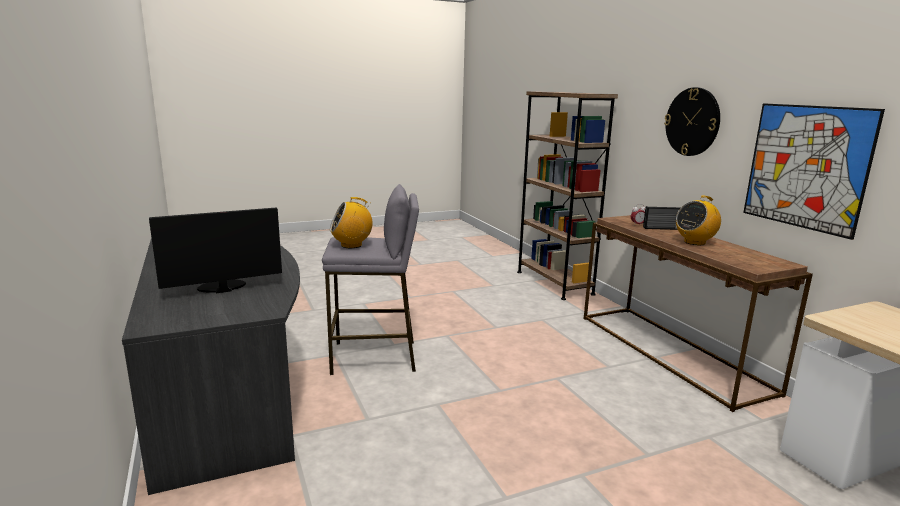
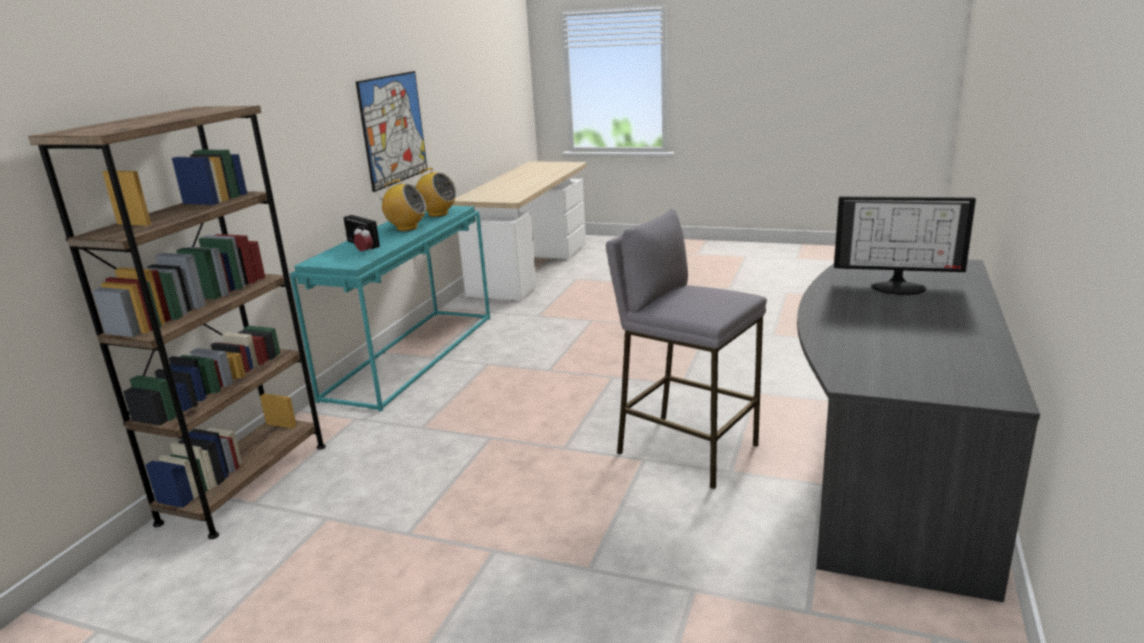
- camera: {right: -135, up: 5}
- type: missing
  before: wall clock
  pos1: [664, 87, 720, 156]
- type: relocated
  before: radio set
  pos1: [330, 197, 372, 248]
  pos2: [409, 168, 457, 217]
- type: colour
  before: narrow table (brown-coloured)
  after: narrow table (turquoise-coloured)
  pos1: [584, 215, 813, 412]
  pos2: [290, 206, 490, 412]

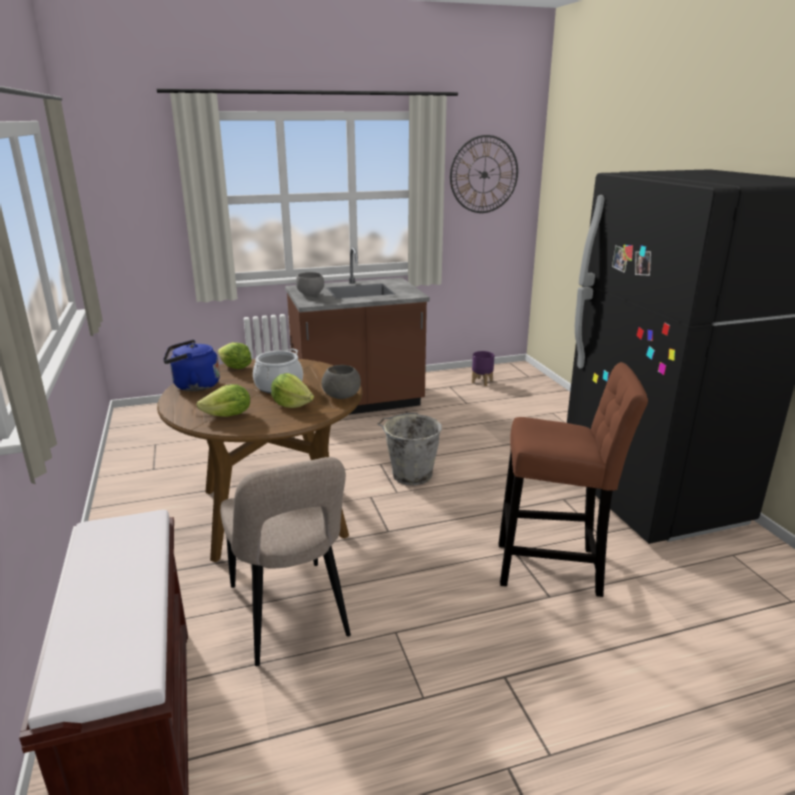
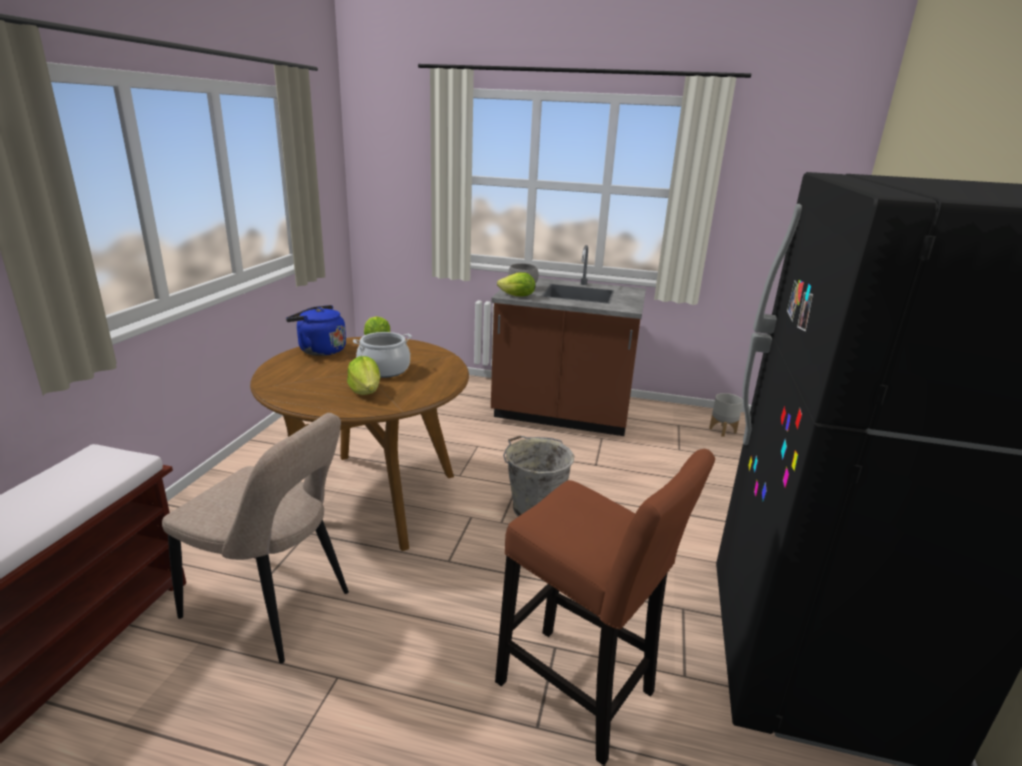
- camera: {right: 30, up: 0}
- type: missing
  before: bowl (grey)
  pos1: [322, 365, 361, 399]
- type: missing
  before: wall clock
  pos1: [450, 135, 518, 213]
- type: relocated
  before: lettuce
  pos1: [197, 384, 250, 417]
  pos2: [497, 272, 536, 296]
- type: colour
  before: planter (purple)
  after: planter (grey)
  pos1: [472, 351, 495, 386]
  pos2: [709, 393, 743, 437]
- type: spun
  before: chair (beige)
  pos1: [220, 457, 351, 666]
  pos2: [162, 413, 349, 664]
  turn: -75

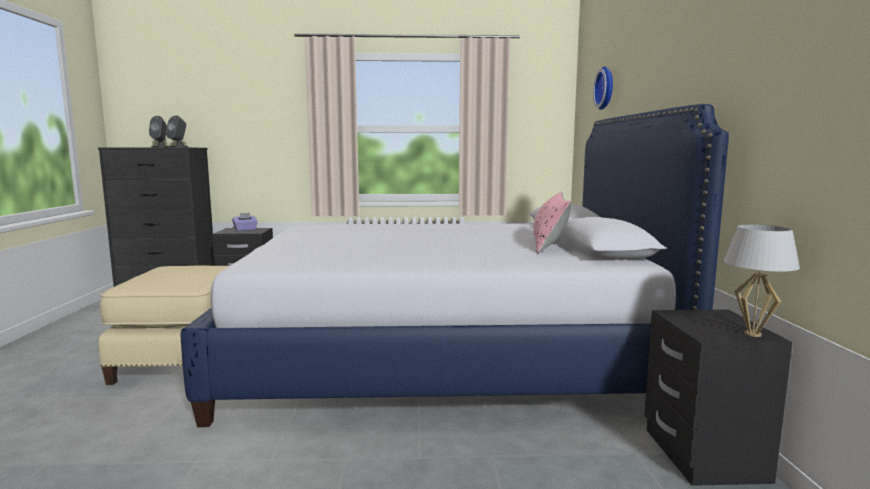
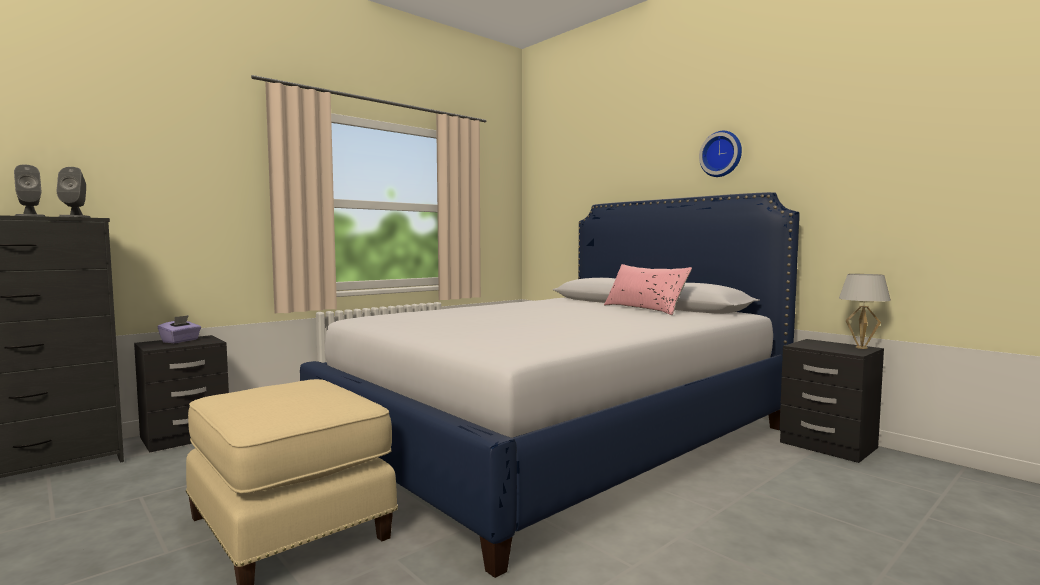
- camera: {right: -40, up: -5}
- type: relocated
  before: wall clock
  pos1: [593, 67, 613, 110]
  pos2: [699, 131, 742, 177]

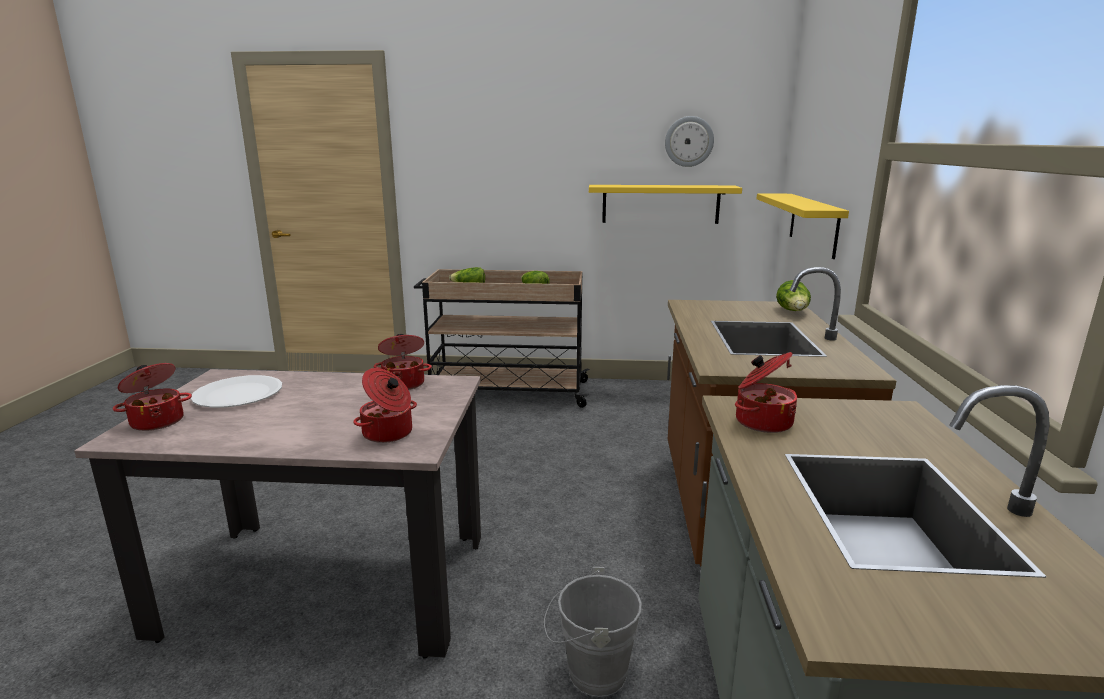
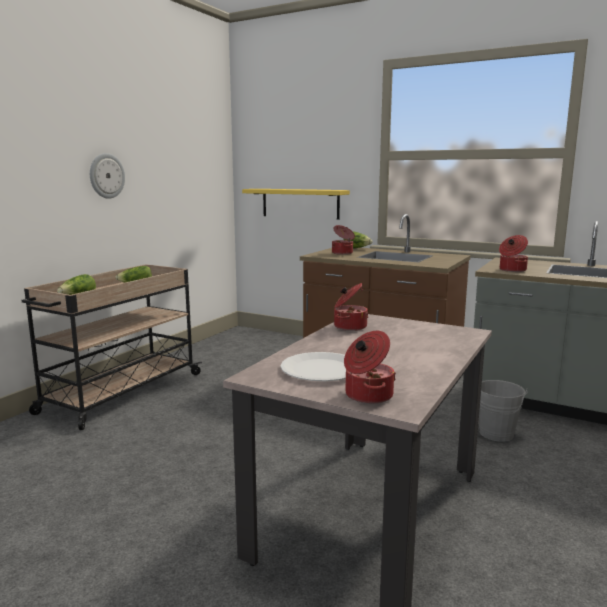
- camera: {right: -65, up: -5}
- type: missing
  before: bracket shelf (yellow)
  pos1: [589, 185, 742, 224]
- type: relocated
  before: cooking pot
  pos1: [353, 368, 417, 443]
  pos2: [332, 225, 355, 255]
- type: relocated
  before: wall clock
  pos1: [665, 116, 714, 167]
  pos2: [90, 153, 125, 199]

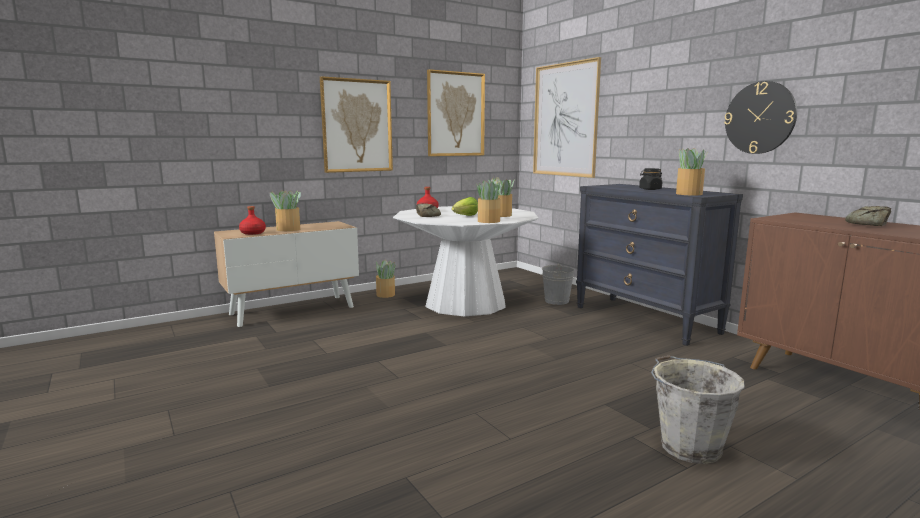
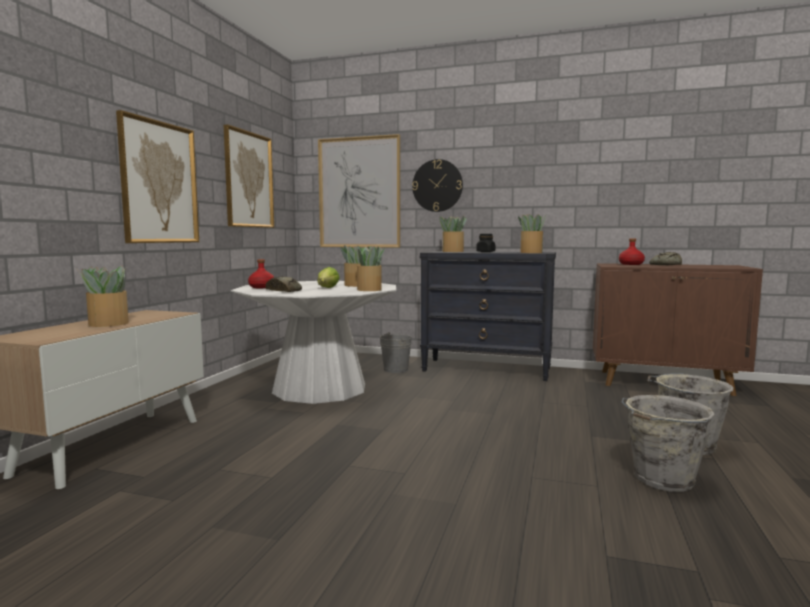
- camera: {right: -40, up: -5}
- type: appeared
  after: pail (grey)
  pos2: [622, 395, 715, 492]
- type: relocated
  before: bottle (red)
  pos1: [239, 206, 266, 235]
  pos2: [619, 239, 645, 265]
- type: relocated
  before: houseplant
  pos1: [376, 260, 396, 298]
  pos2: [439, 216, 467, 252]
- type: relocated
  before: wall clock
  pos1: [724, 81, 797, 154]
  pos2: [412, 159, 463, 212]

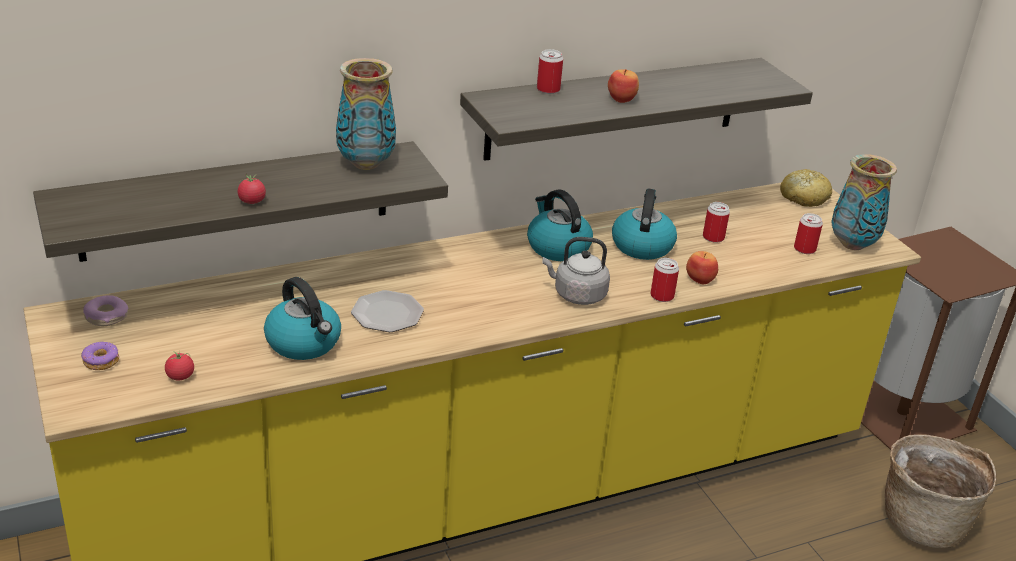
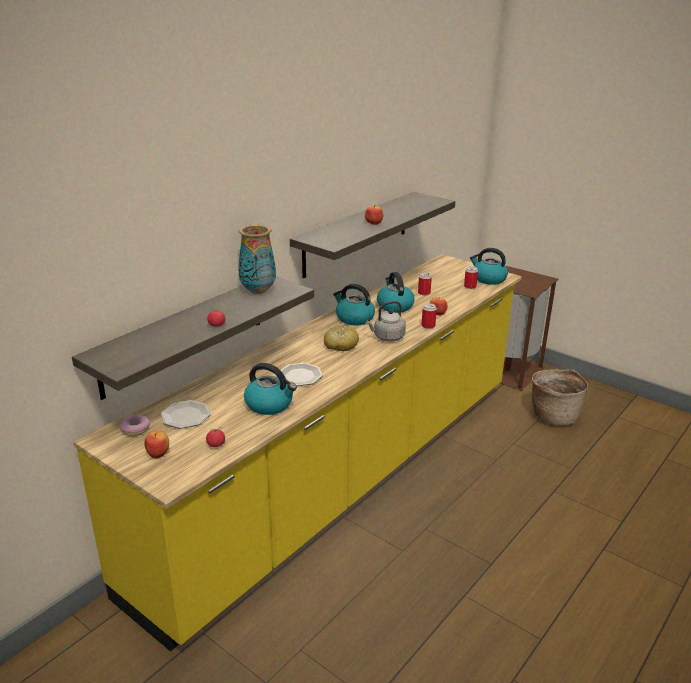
- camera: {right: -25, up: -5}
- type: missing
  before: can
  pos1: [537, 49, 563, 94]
- type: appeared
  after: dinner plate
  pos2: [161, 400, 211, 429]
- type: relocated
  before: bread
  pos1: [780, 169, 832, 207]
  pos2: [324, 325, 359, 351]
- type: exchanged
  before: donut
  after: whole apple
  pos1: [81, 341, 119, 370]
  pos2: [144, 431, 169, 458]
- type: exchanged
  before: decorative vase
  after: kettle
  pos1: [831, 154, 897, 250]
  pos2: [470, 248, 508, 285]

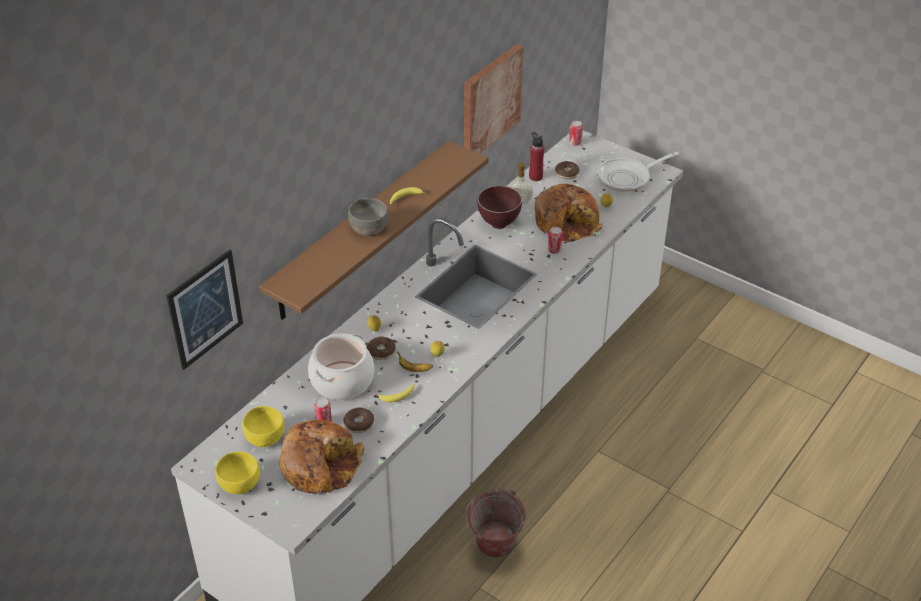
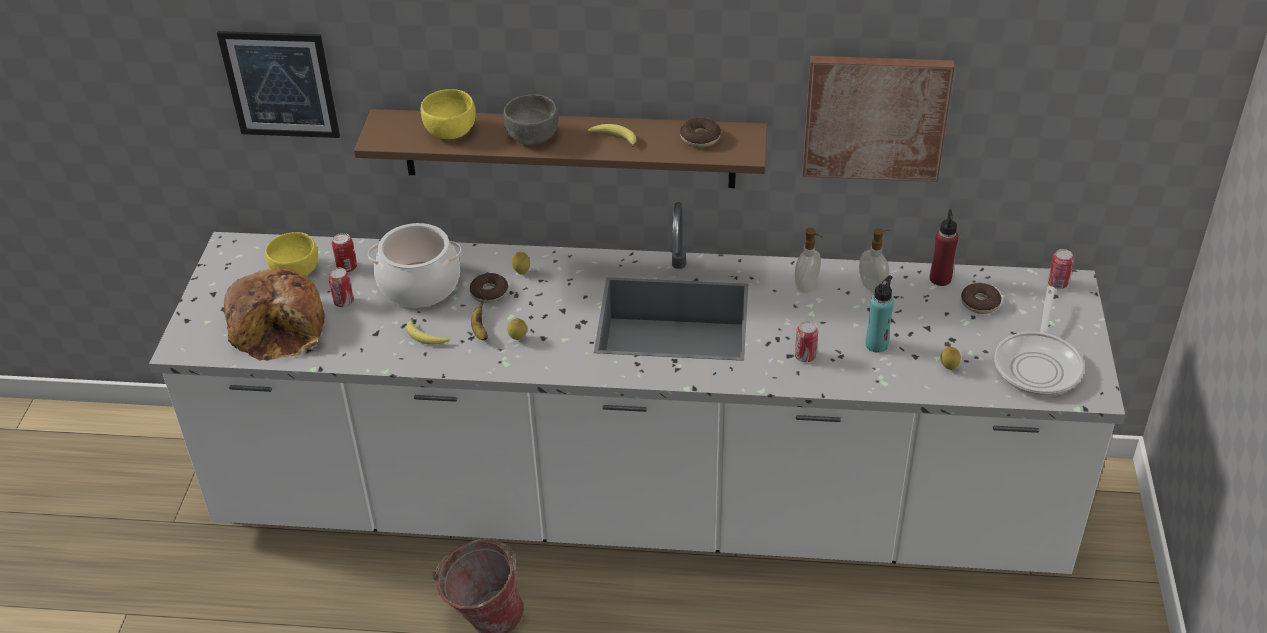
- camera: {right: 60, up: 0}
- type: appeared
  after: can
  pos2: [332, 233, 357, 272]
- type: relocated
  before: bowl (yellow)
  pos1: [215, 451, 260, 494]
  pos2: [421, 89, 476, 139]
- type: relocated
  before: donut
  pos1: [343, 407, 374, 433]
  pos2: [680, 118, 721, 147]
- type: exchanged
  before: bowl (brown-coloured)
  after: liquid soap bottle
  pos1: [477, 186, 522, 229]
  pos2: [795, 228, 823, 293]
- type: exchanged
  before: bread
  after: bottle (turquoise-coloured)
  pos1: [535, 184, 604, 242]
  pos2: [866, 275, 894, 353]
- type: spun
  before: frying pan
  pos1: [598, 152, 679, 192]
  pos2: [995, 286, 1084, 396]
  turn: -105

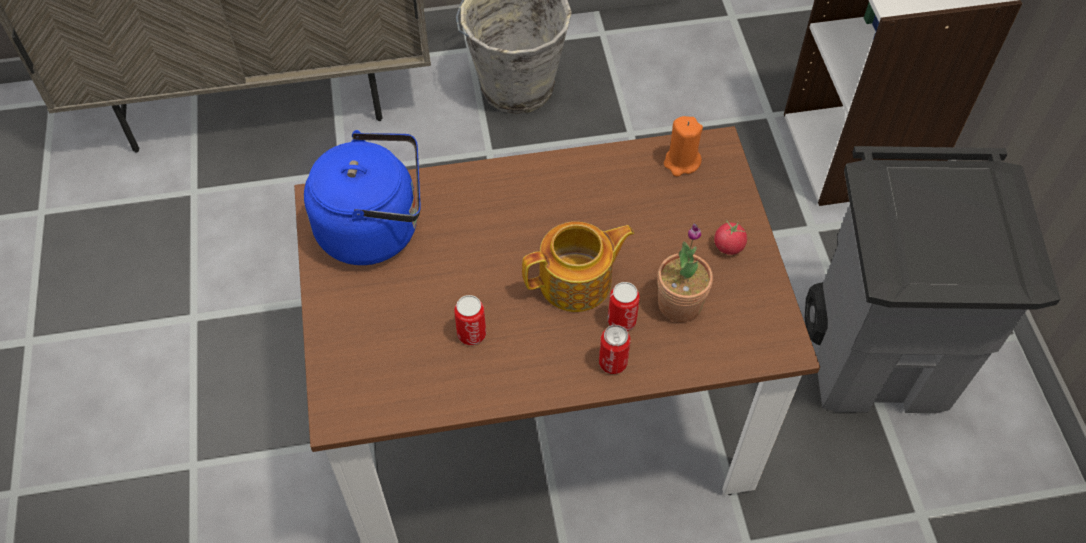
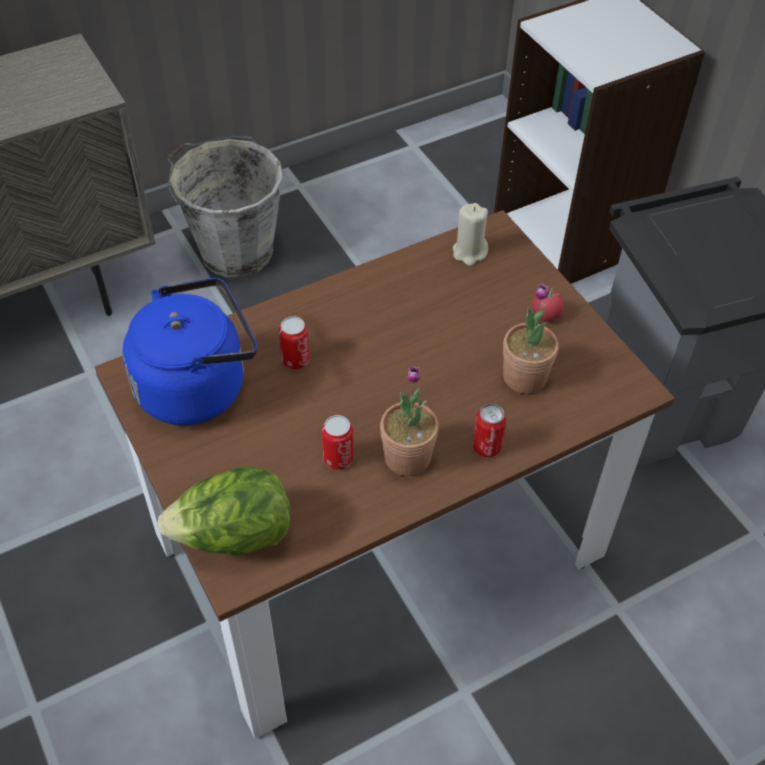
- camera: {right: -20, up: -5}
- type: missing
  before: tea pot
  pos1: [522, 222, 634, 312]
- type: appeared
  after: lettuce
  pos2: [157, 466, 290, 555]
- type: appeared
  after: houseplant
  pos2: [380, 366, 439, 476]
- type: relocated
  before: can
  pos1: [608, 282, 640, 331]
  pos2: [279, 316, 310, 370]
- type: colour
  before: wax light (orange-coloured)
  after: wax light (beige)
  pos1: [664, 116, 703, 177]
  pos2: [453, 203, 488, 266]

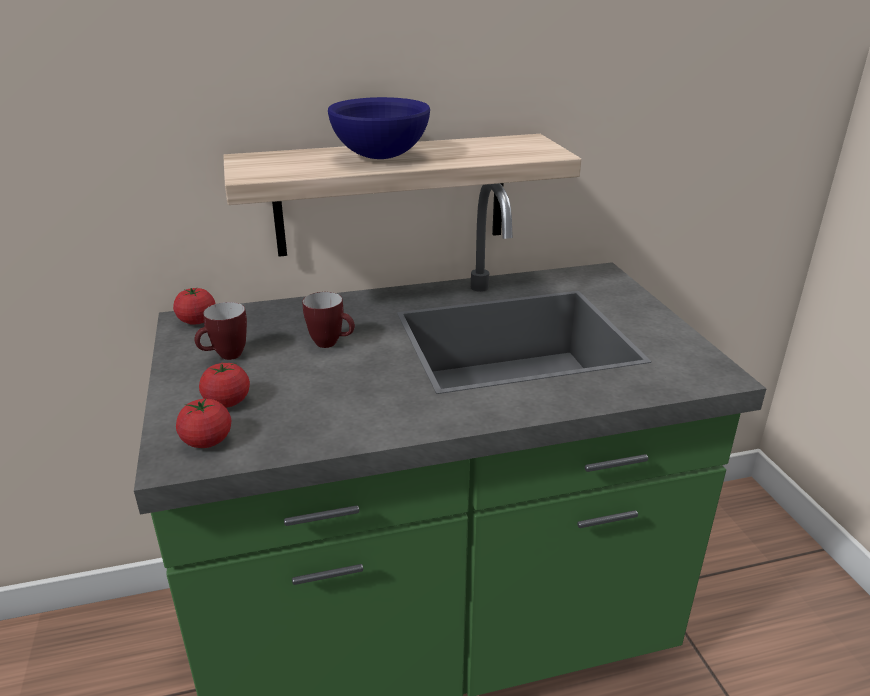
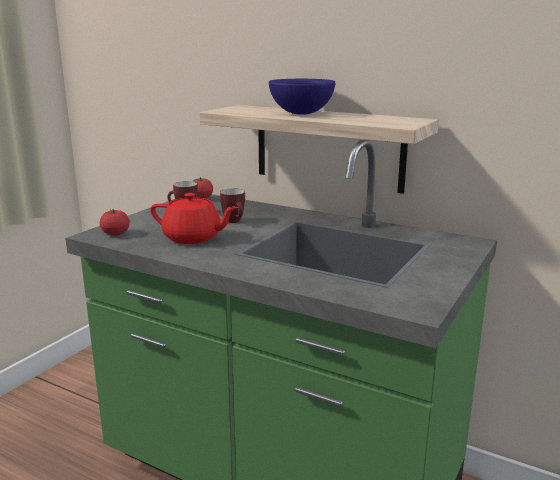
- camera: {right: 45, up: -10}
- type: missing
  before: tomato
  pos1: [199, 362, 250, 408]
- type: appeared
  after: tea pot (red)
  pos2: [150, 193, 238, 244]

